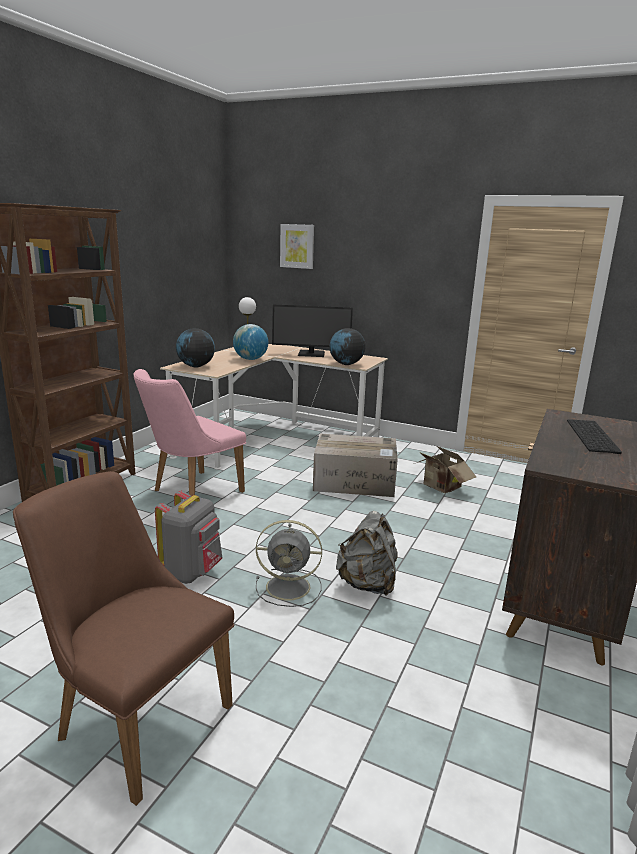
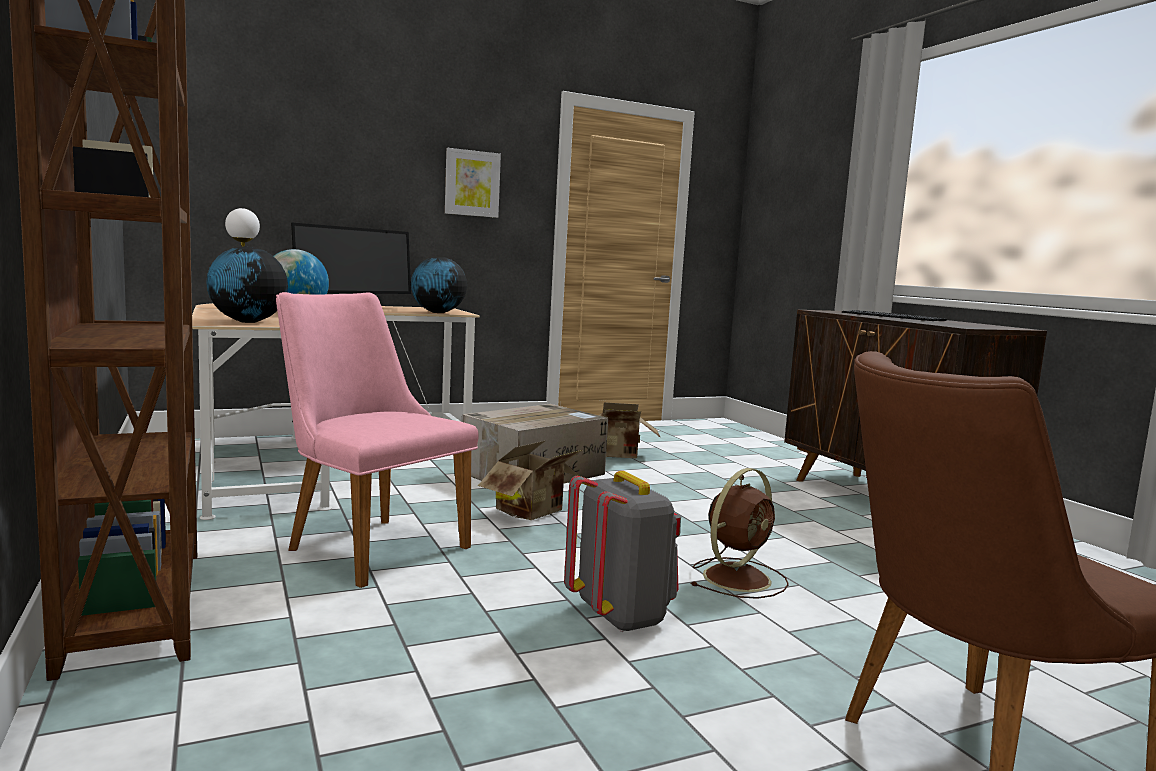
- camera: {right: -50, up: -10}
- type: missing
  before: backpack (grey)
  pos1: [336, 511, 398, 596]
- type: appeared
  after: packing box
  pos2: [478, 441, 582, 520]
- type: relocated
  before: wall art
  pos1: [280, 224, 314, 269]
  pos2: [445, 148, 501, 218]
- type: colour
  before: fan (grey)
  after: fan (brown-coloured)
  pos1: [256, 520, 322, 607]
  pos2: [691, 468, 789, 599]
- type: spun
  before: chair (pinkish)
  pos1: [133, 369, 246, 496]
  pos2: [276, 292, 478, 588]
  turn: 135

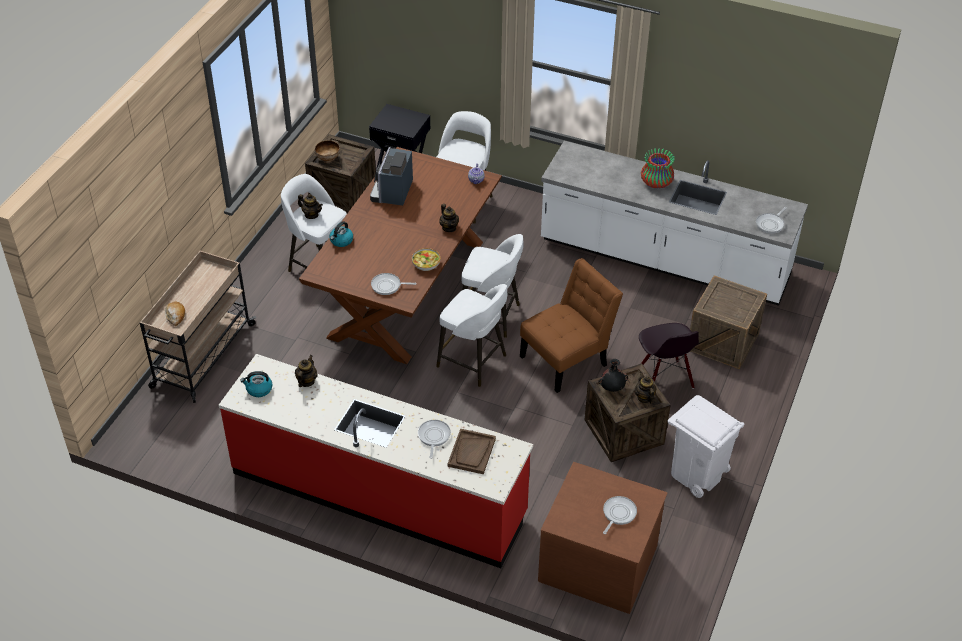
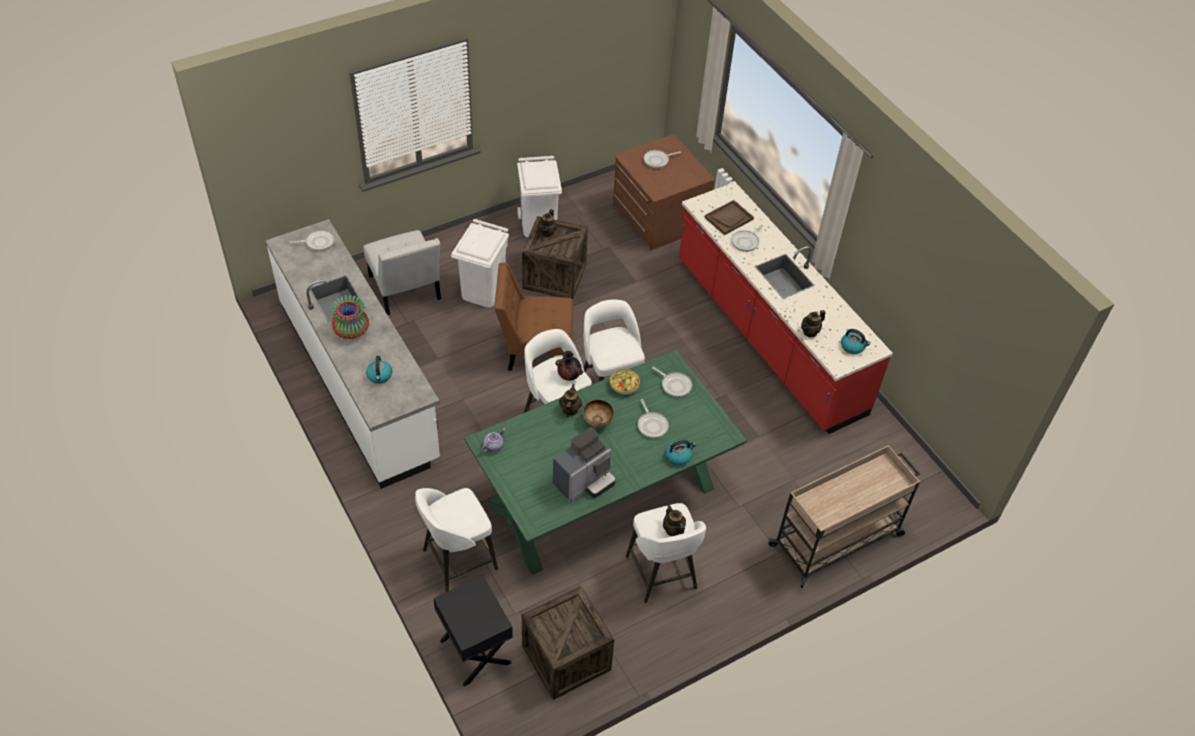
- camera: {right: -145, up: 5}
- type: missing
  before: bread
  pos1: [165, 302, 185, 326]
- type: appeared
  after: kettle
  pos2: [366, 356, 392, 384]
- type: appeared
  after: frying pan
  pos2: [638, 399, 669, 438]
- type: relocated
  before: bowl
  pos1: [315, 140, 340, 163]
  pos2: [583, 400, 614, 428]
- type: relocated
  before: decorative vase (black-coloured)
  pos1: [599, 359, 628, 392]
  pos2: [556, 351, 583, 381]
- type: exchanged
  before: chair (black-coloured)
  after: trash can (white)
  pos1: [639, 323, 699, 389]
  pos2: [451, 219, 509, 307]
- type: exchanged
  before: packing crate
  after: chair (white)
  pos1: [690, 275, 767, 369]
  pos2: [363, 230, 441, 315]
- type: colour
  before: kitchen table (brown-coloured)
  after: kitchen table (green)
  pos1: [299, 147, 502, 364]
  pos2: [464, 350, 747, 575]

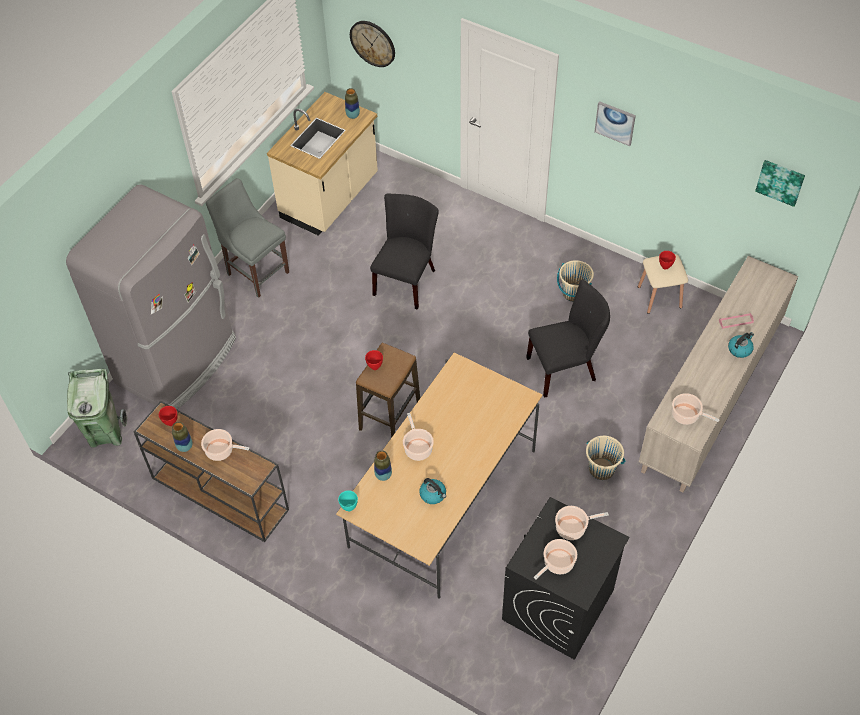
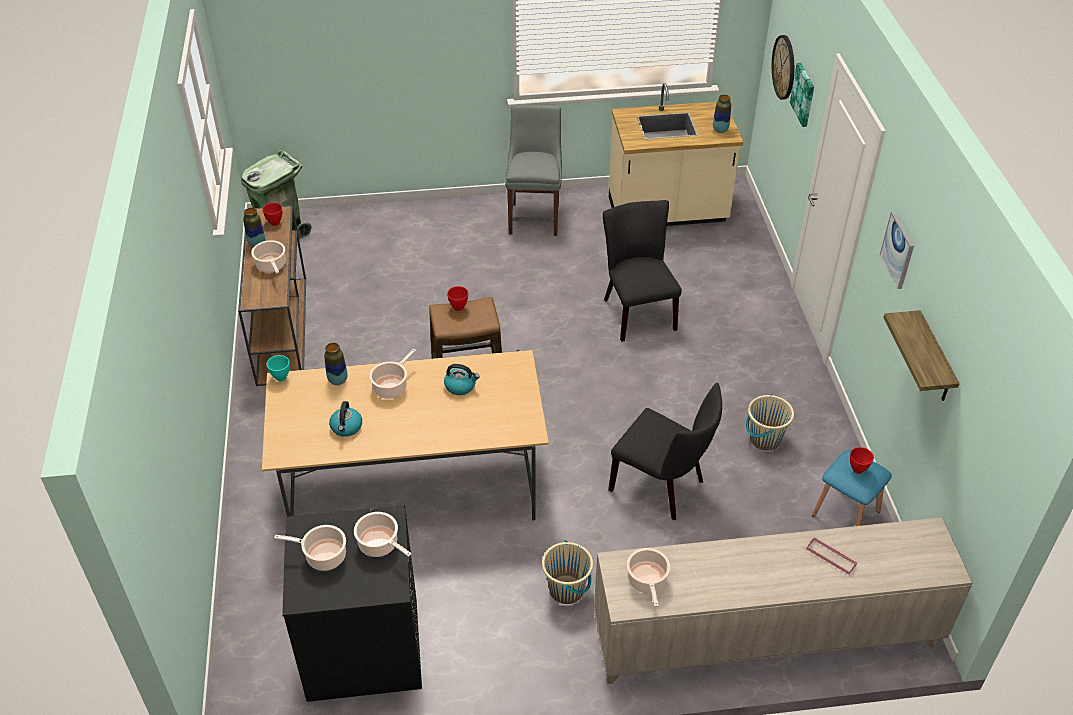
- camera: {right: 50, up: -10}
- type: missing
  before: refrigerator (grey)
  pos1: [66, 184, 236, 409]
- type: appeared
  after: bracket shelf
  pos2: [883, 310, 960, 401]
- type: relocated
  before: kettle
  pos1: [728, 332, 754, 358]
  pos2: [444, 364, 480, 395]
- type: relocated
  before: wall art
  pos1: [755, 160, 805, 207]
  pos2: [790, 63, 814, 127]
- type: colour
  before: sitting stool (beige)
  after: sitting stool (blue-coloured)
  pos1: [638, 254, 688, 314]
  pos2: [812, 449, 892, 526]
- type: spun
  before: chair (black-coloured)
  pos1: [370, 194, 439, 310]
  pos2: [603, 200, 682, 342]
  turn: -90

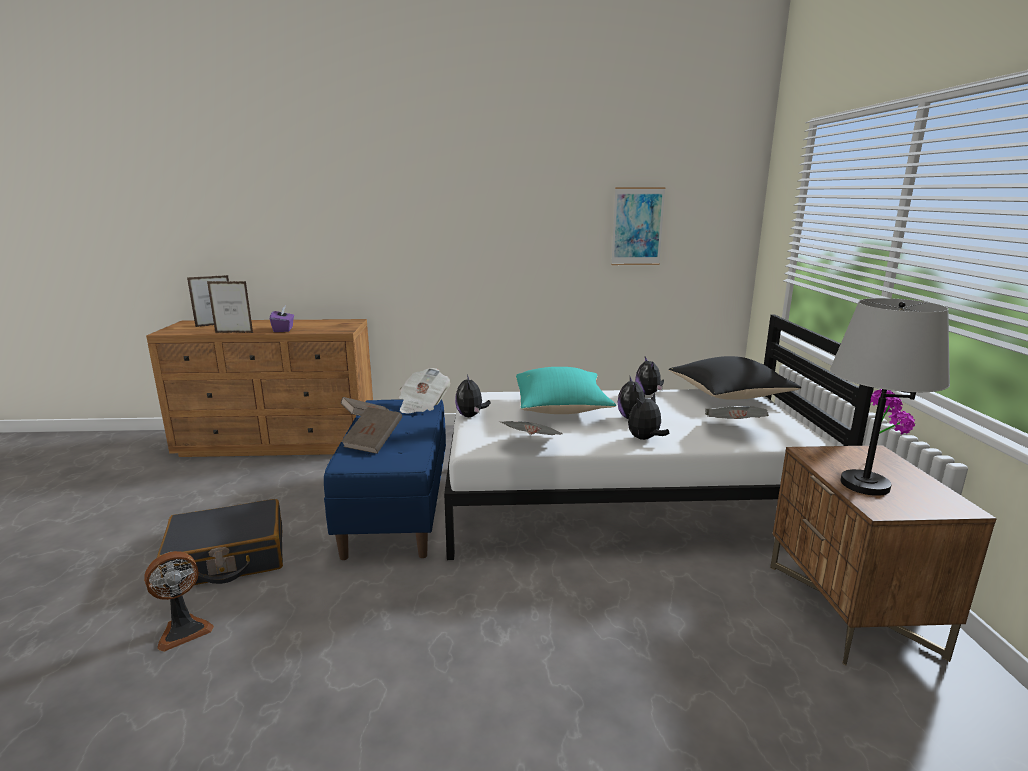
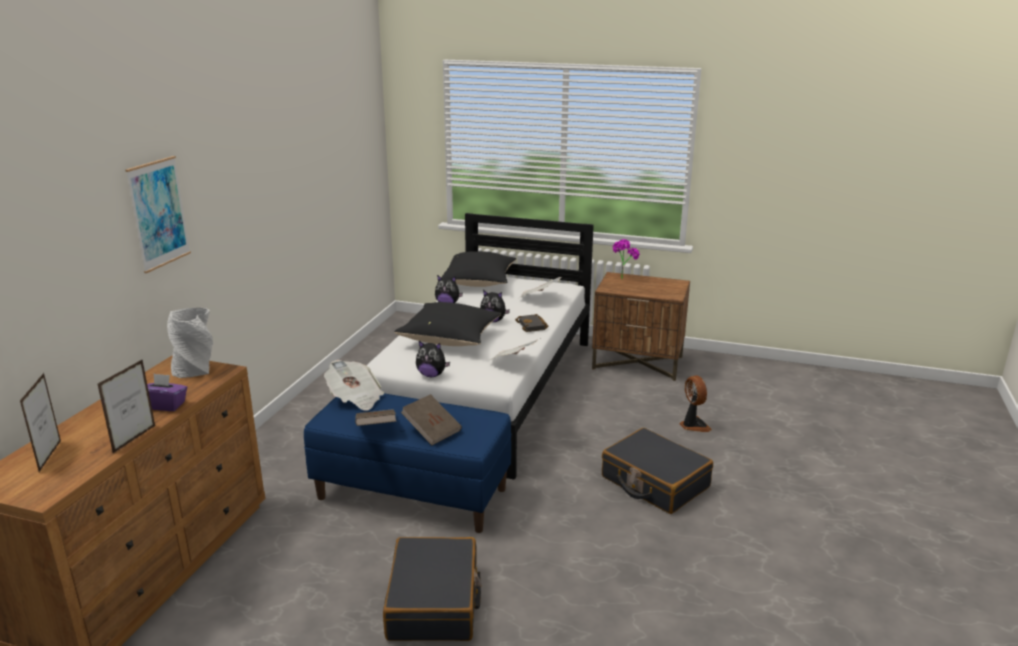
- camera: {right: -70, up: 5}
- type: missing
  before: lamp for a table (grey)
  pos1: [830, 298, 950, 496]
- type: appeared
  after: decorative vase (grey)
  pos2: [167, 308, 213, 378]
- type: appeared
  after: suitcase (black-coloured)
  pos2: [602, 428, 713, 514]
- type: relocated
  before: fan
  pos1: [144, 551, 214, 652]
  pos2: [679, 375, 712, 432]
- type: relocated
  before: wall art
  pos1: [611, 187, 665, 265]
  pos2: [125, 156, 191, 273]
- type: exchanged
  before: plush toy
  after: volume (black-coloured)
  pos1: [628, 393, 670, 440]
  pos2: [515, 314, 548, 332]
- type: colour
  before: throw pillow (turquoise-coloured)
  after: throw pillow (black-coloured)
  pos1: [516, 367, 616, 414]
  pos2: [394, 302, 502, 346]

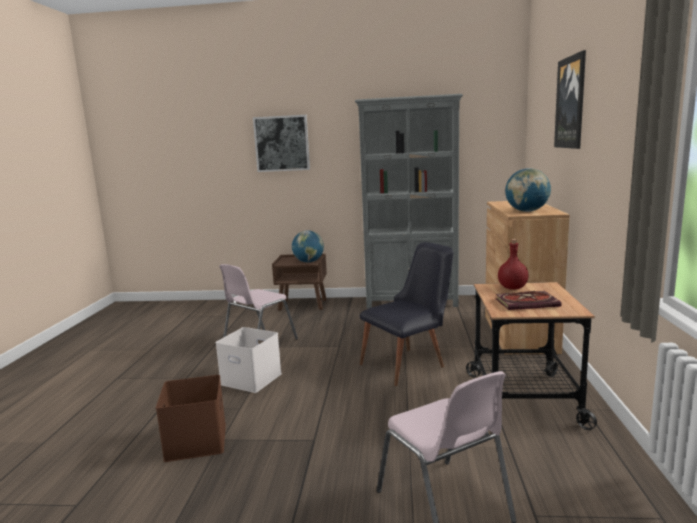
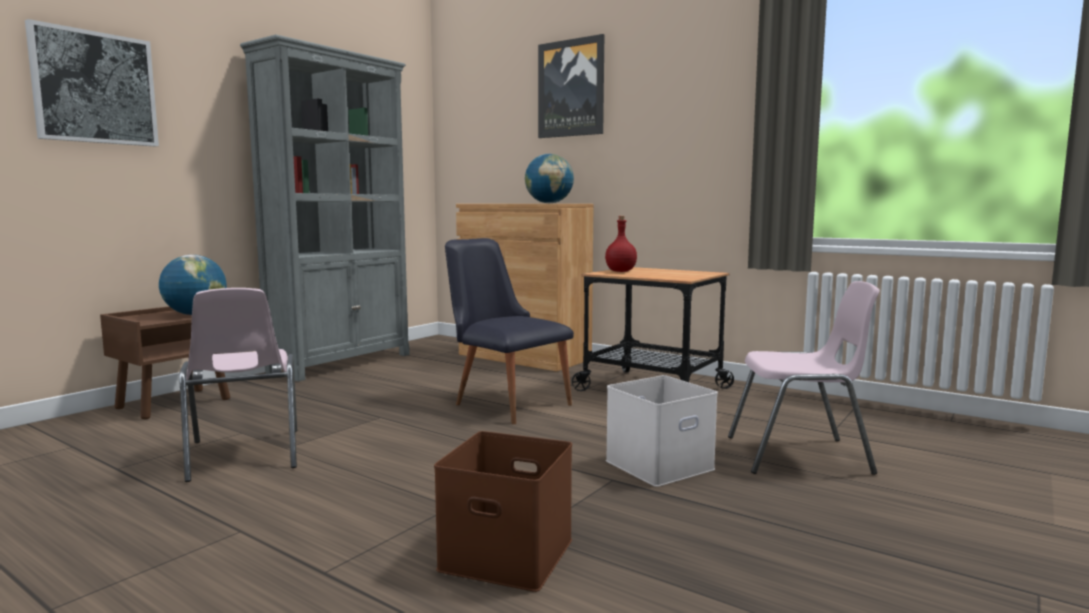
- camera: {right: -60, up: -5}
- type: missing
  before: volume
  pos1: [495, 291, 562, 310]
- type: relocated
  before: storage bin (white)
  pos1: [215, 327, 282, 393]
  pos2: [606, 375, 718, 487]
- type: spun
  before: chair (black-coloured)
  pos1: [360, 242, 454, 386]
  pos2: [445, 238, 574, 424]
  turn: -45

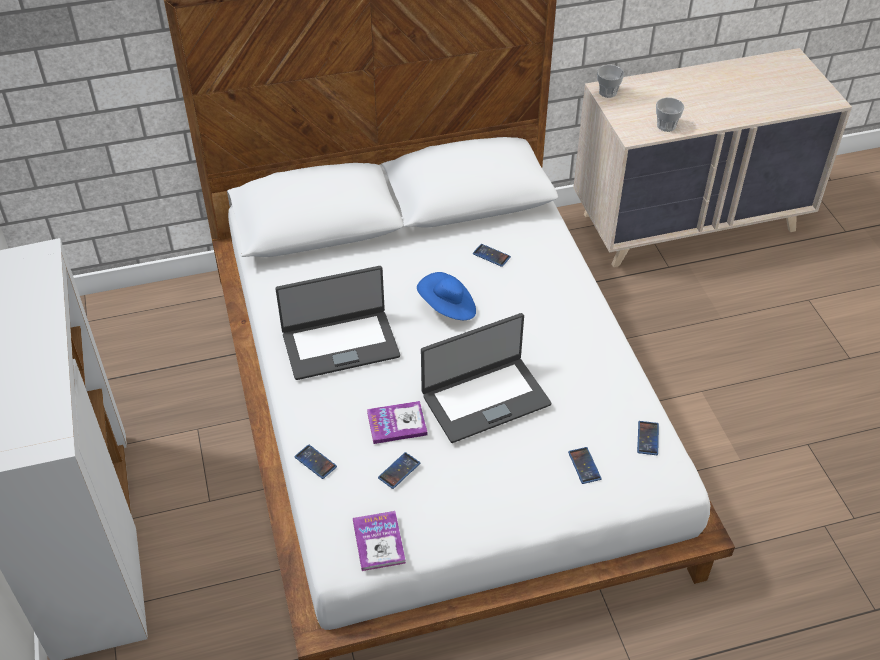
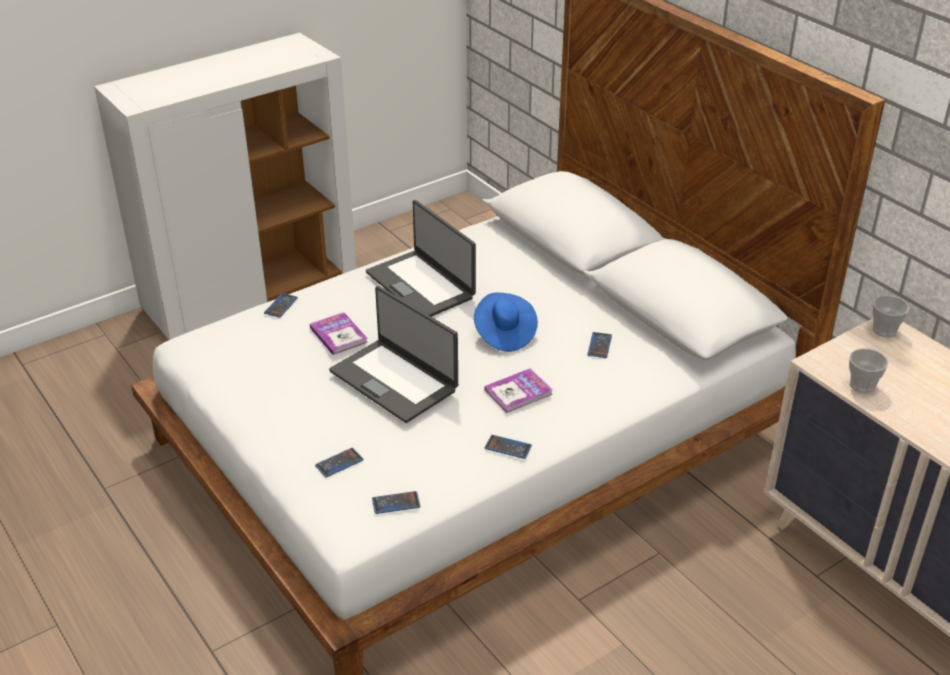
- camera: {right: 70, up: -10}
- type: relocated
  before: volume
  pos1: [353, 511, 406, 571]
  pos2: [484, 368, 553, 413]
- type: relocated
  before: handset
  pos1: [378, 452, 420, 489]
  pos2: [484, 435, 532, 459]

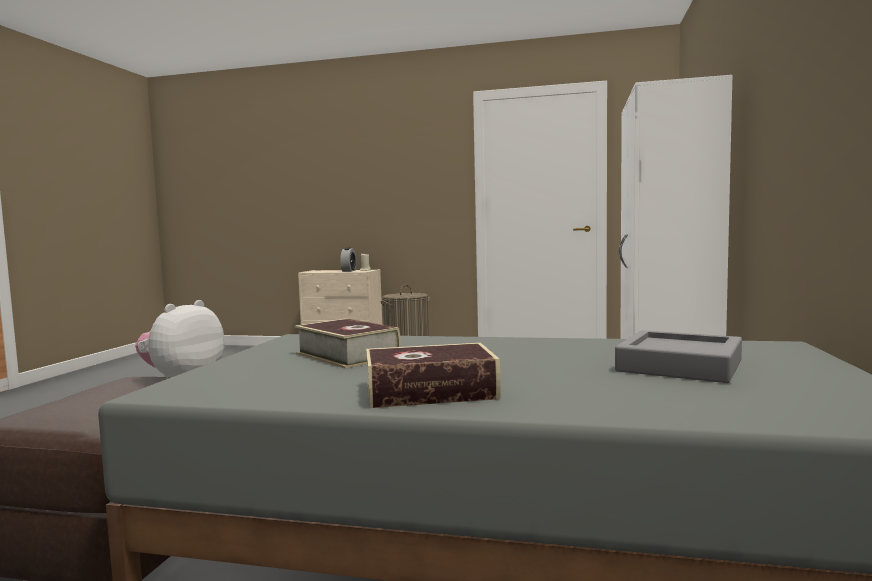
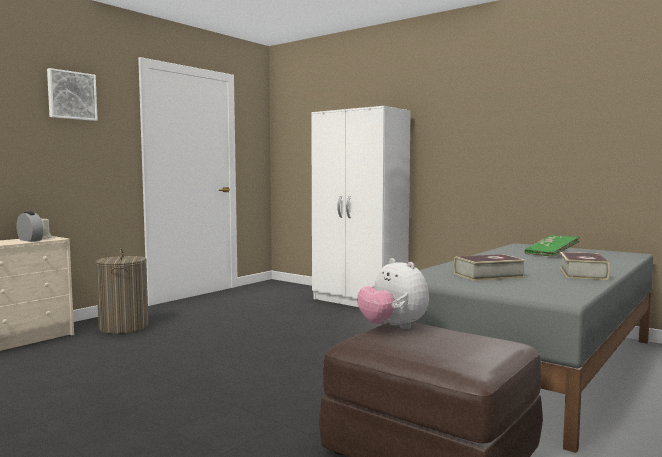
- camera: {right: -65, up: 0}
- type: appeared
  after: wall art
  pos2: [47, 68, 98, 121]
- type: exchanged
  before: carrying tray (grey)
  after: volume (green)
  pos1: [615, 330, 742, 383]
  pos2: [524, 235, 580, 257]

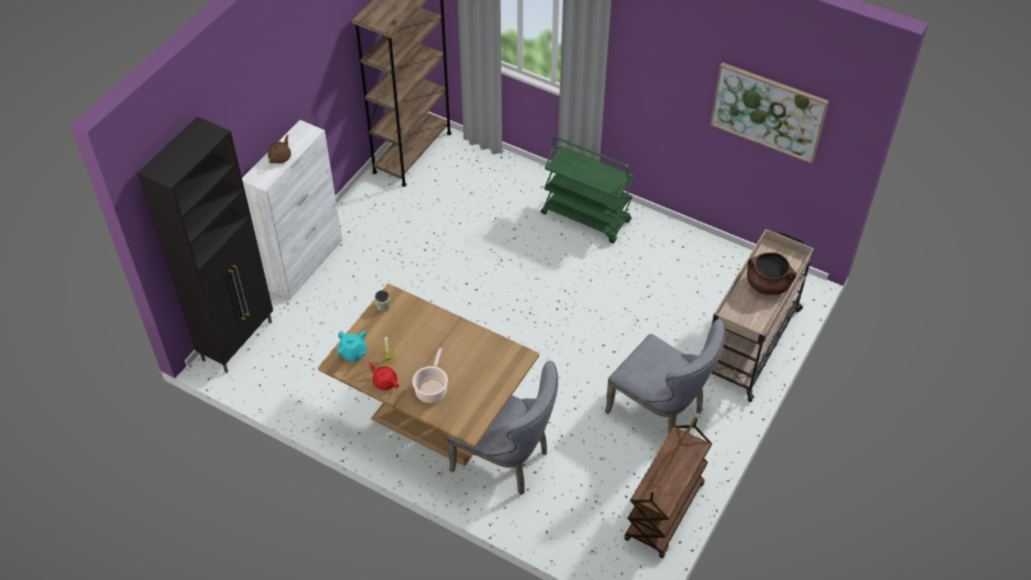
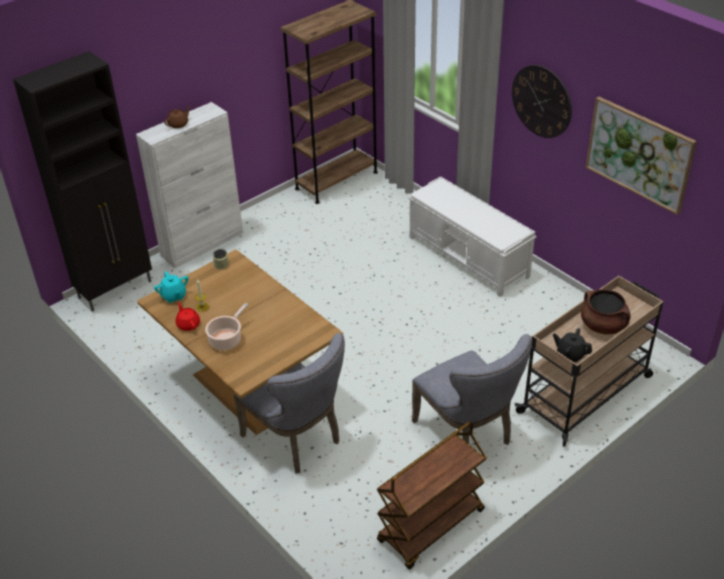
- camera: {right: 20, up: -10}
- type: appeared
  after: wall clock
  pos2: [512, 65, 572, 138]
- type: appeared
  after: tea pot (black-coloured)
  pos2: [553, 328, 592, 363]
- type: exchanged
  before: cart (green)
  after: bench (white)
  pos1: [541, 137, 635, 243]
  pos2: [408, 176, 536, 297]

